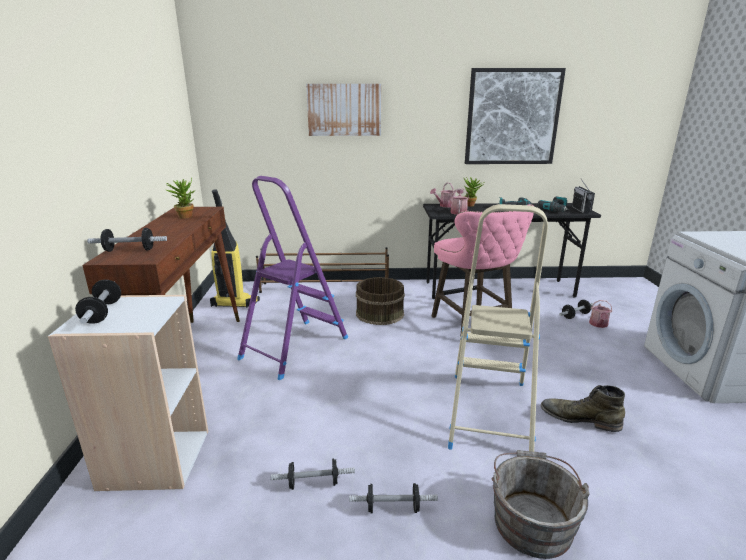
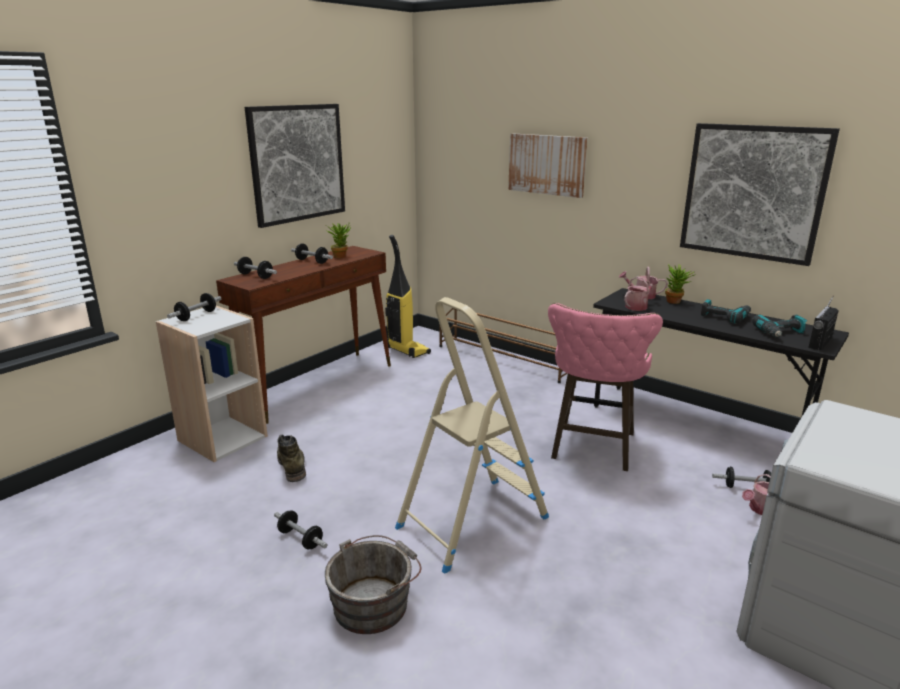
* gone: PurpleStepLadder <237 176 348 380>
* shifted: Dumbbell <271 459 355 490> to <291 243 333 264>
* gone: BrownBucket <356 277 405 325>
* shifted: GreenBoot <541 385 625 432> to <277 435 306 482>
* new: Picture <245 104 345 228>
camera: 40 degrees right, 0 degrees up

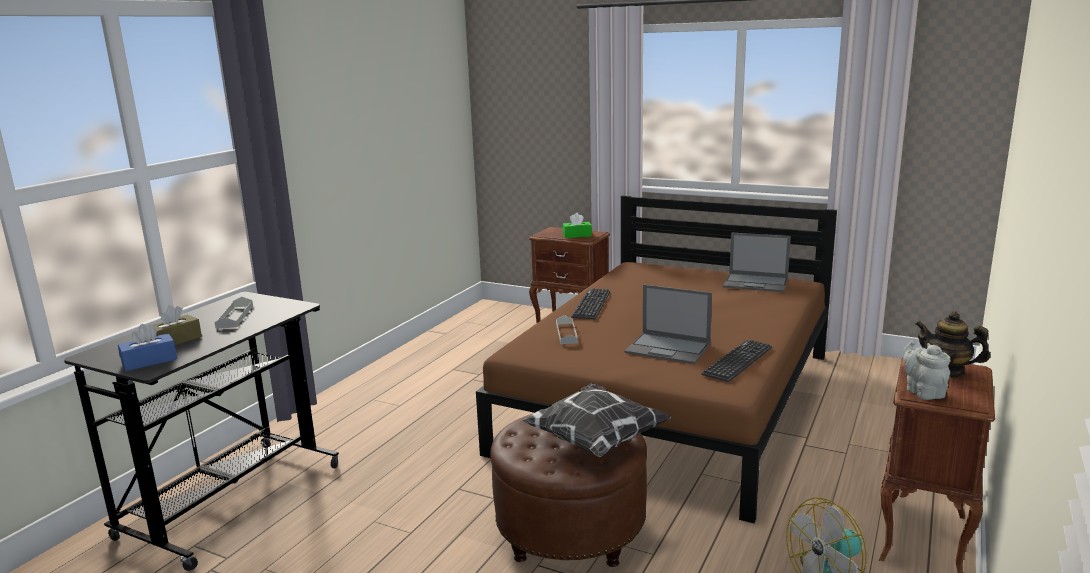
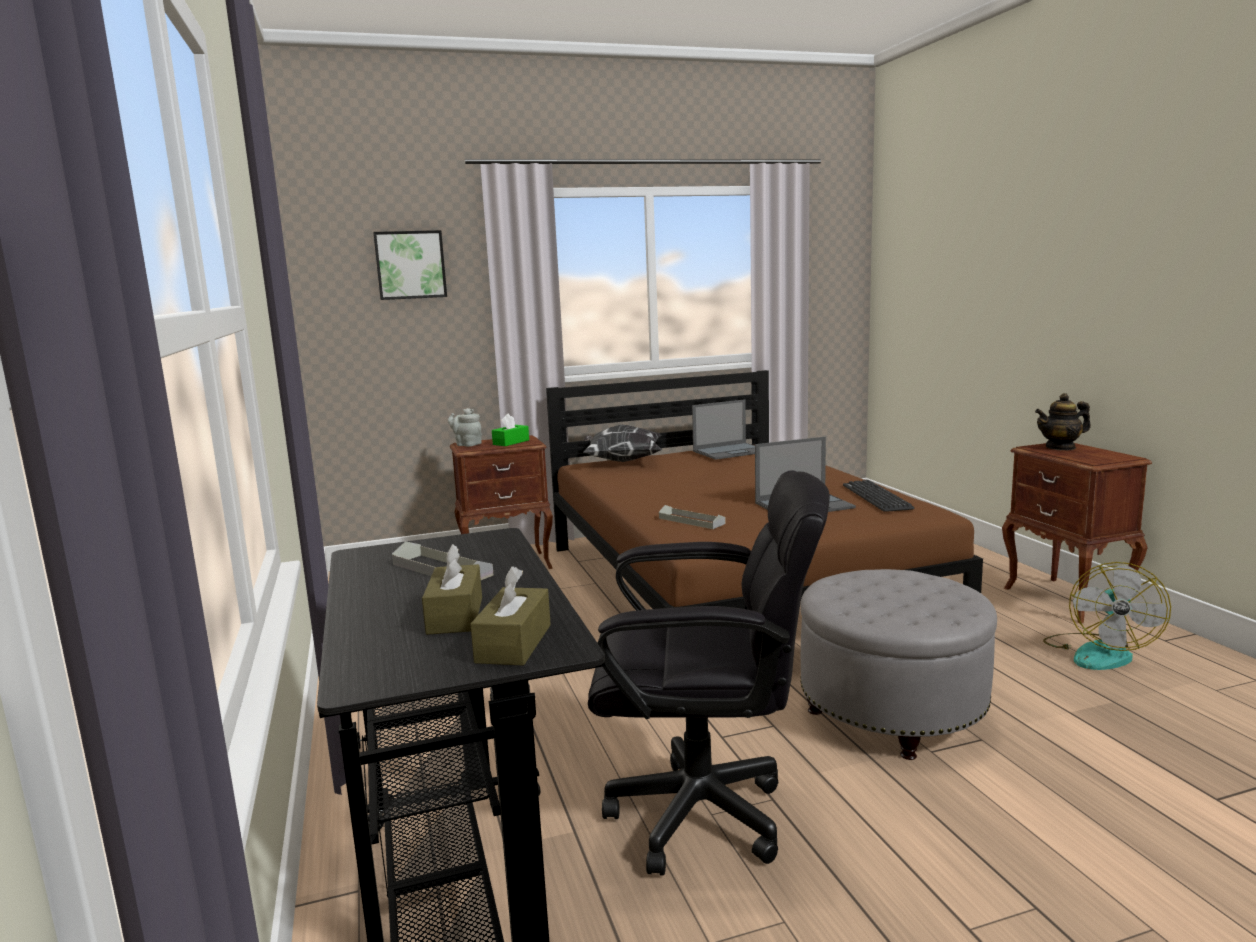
* repainted: BlueTissueBox <118 324 177 371> to BrownTissueBox <470 567 551 666>
* repainted: BrownOttoman <490 413 647 567> to GreyOttoman <800 569 997 760>
* shifted: Pillow <522 382 671 457> to <584 425 662 462>
* gone: Keyboard <571 288 610 319>
* shifted: GreyTeapot <903 340 950 400> to <448 408 482 447>
* new: Picture <373 230 447 300>
* new: BlackOfficeChair <588 470 830 875>
camera: 45 degrees left, 5 degrees down

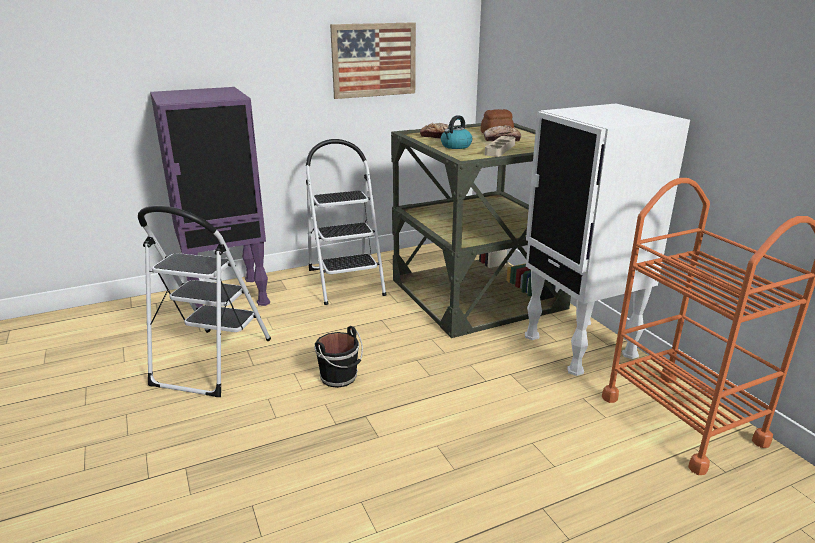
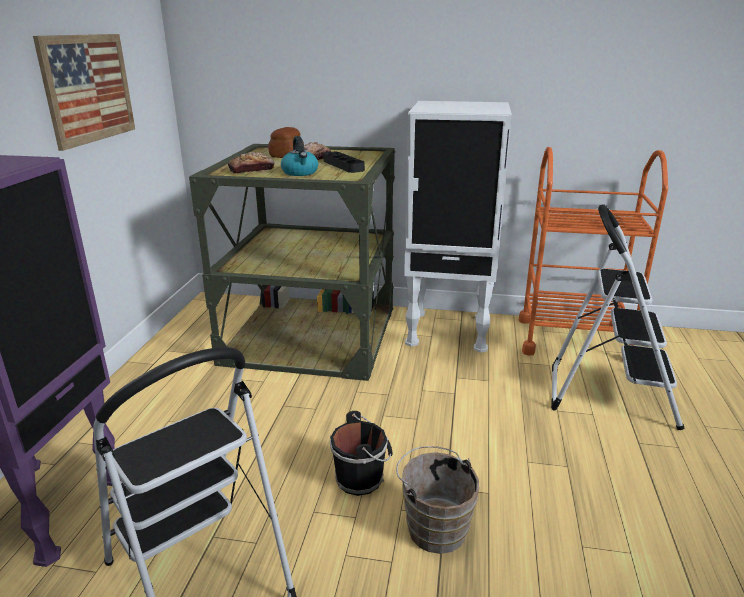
* shifted: StepLadder <306 139 387 305> to <551 204 684 430>
* repainted: BeigeTray <485 136 515 157> to BlackTray <323 152 365 173>
* new: BrownBucket <396 446 479 554>
camera: 55 degrees left, 0 degrees up

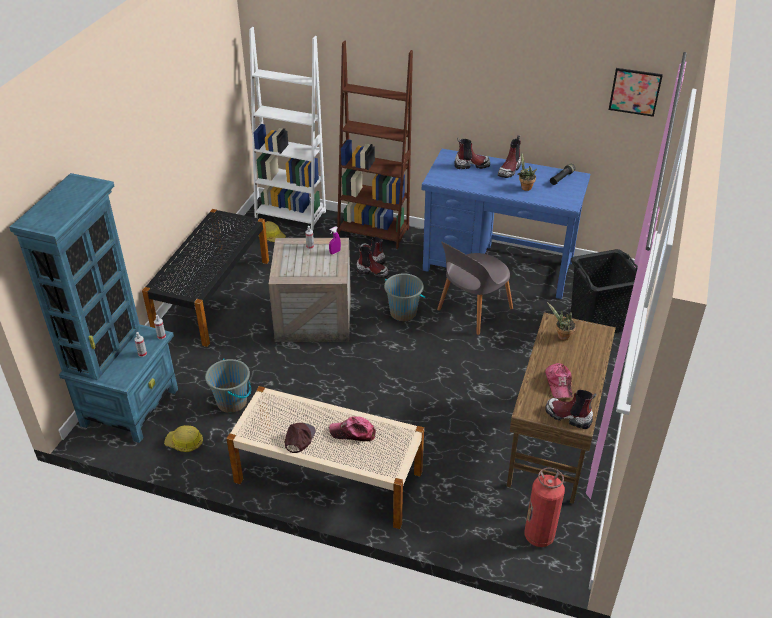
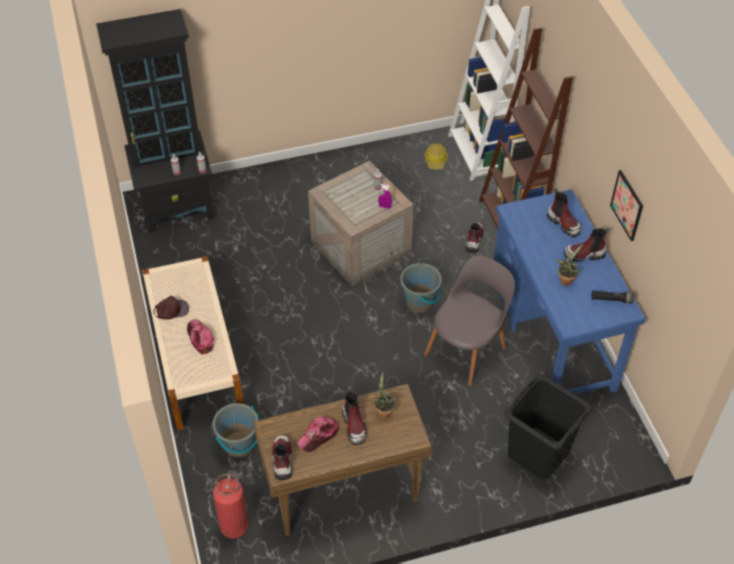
* repainted: BlueCabinet <9 173 178 443> to BlackCabinet <96 9 214 232>
* gone: BlackBench <142 209 269 347>
* gone: HardHat <164 425 203 452>
* shifted: GreyBucket <205 359 251 413> to <213 403 260 457>
* shifted: Boot <356 244 389 278> to <342 386 367 445>
* rotated: GreyChair <437 242 513 335> = <424 256 515 386> 120 degrees clockwise
* shifted: Picture <609 68 663 117> to <610 170 643 241>
camera: 55 degrees right, 10 degrees up

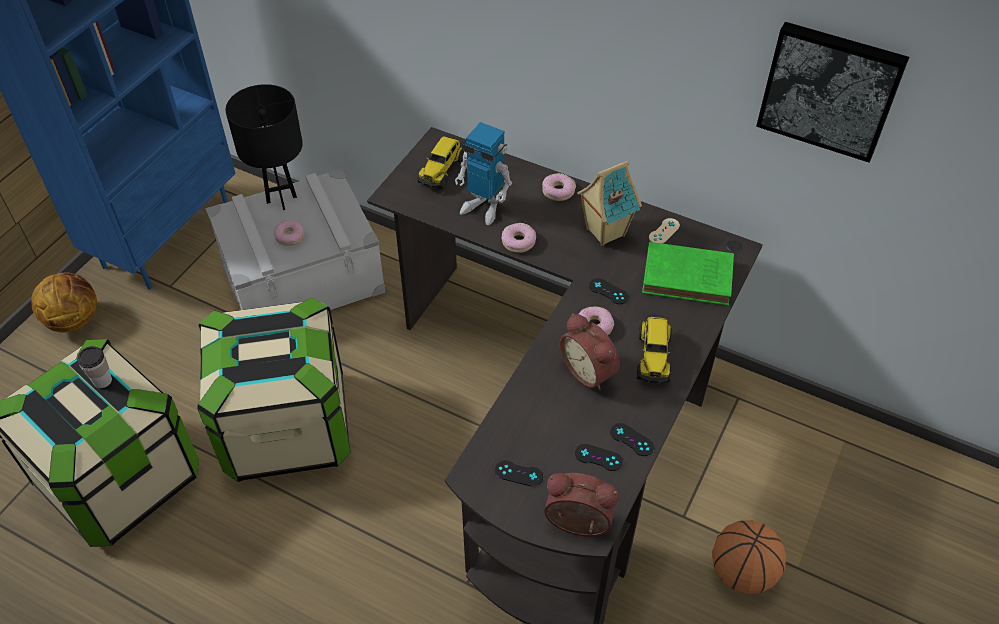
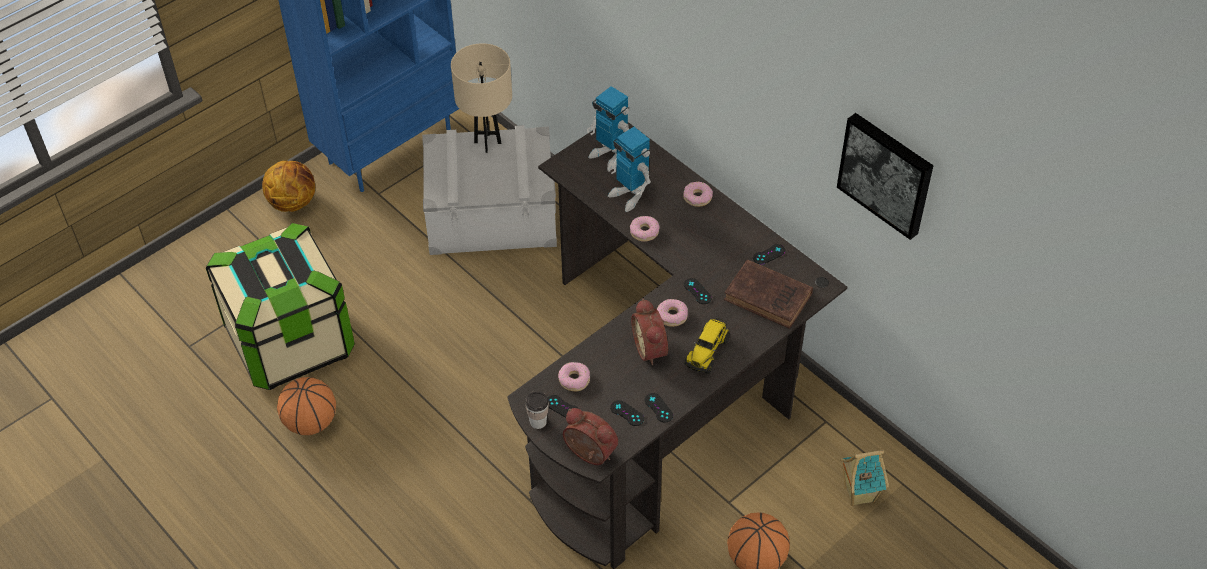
* shifted: Cup <77 346 112 388> to <525 391 549 429>
* gone: StorageBox <197 297 351 482>
* repainted: BlackTableLamp <225 84 303 210> to BeigeTableLamp <451 43 512 153>
* shifted: Donut <274 220 304 246> to <558 362 590 391>
* swapped: ToyTruck <417 136 464 190> to ToyRobot <587 86 630 171>
* shifted: ToyHouse <577 161 642 246> to <840 450 889 506>
* repainted: GreenBook <642 242 734 306> to BrownBook <724 260 813 329>
* repainted: BeigeGameController <649 218 680 244> to BlackGameController <753 244 785 264>
* new: Basketball <277 377 336 435>
camera: 20 degrees right, 0 degrees up

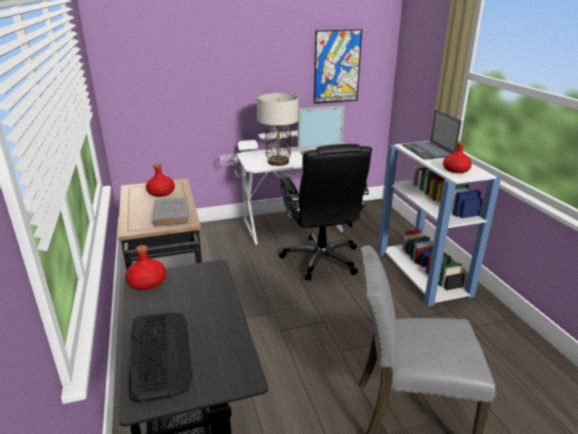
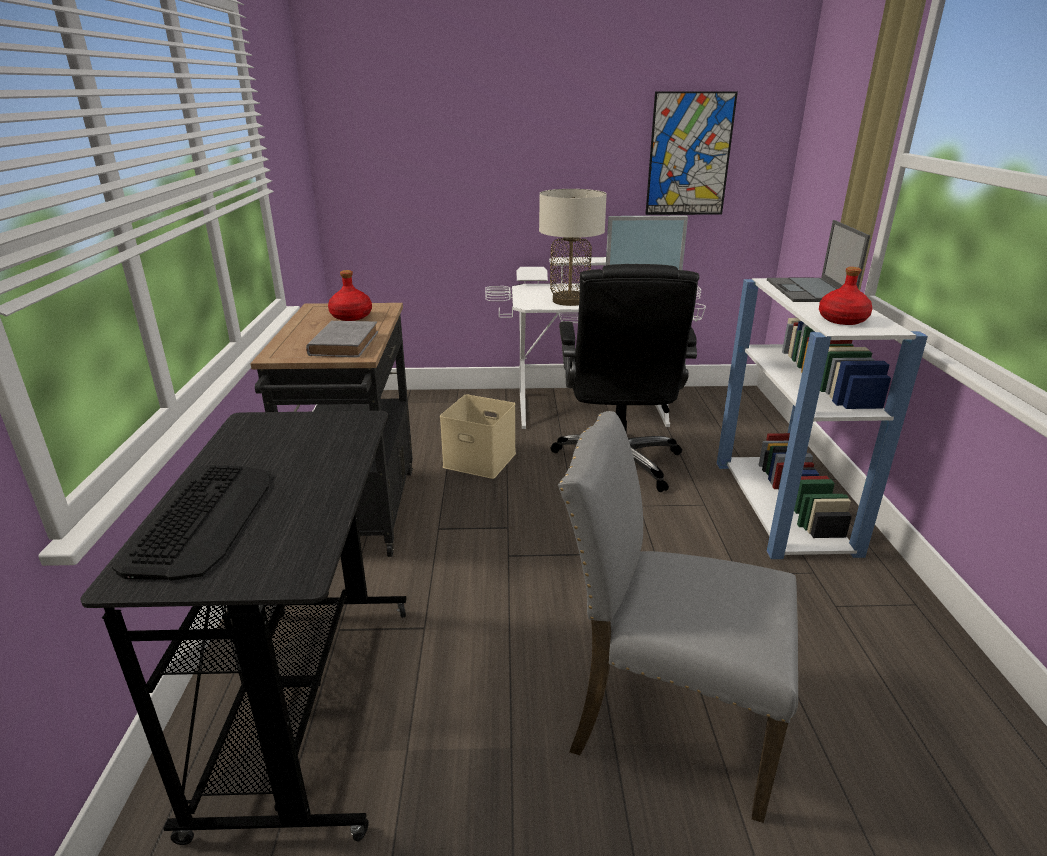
* gone: RedBottle <125 245 166 290>
* new: BeigeStorageBox <440 394 516 479>
camera: 15 degrees right, 0 degrees up

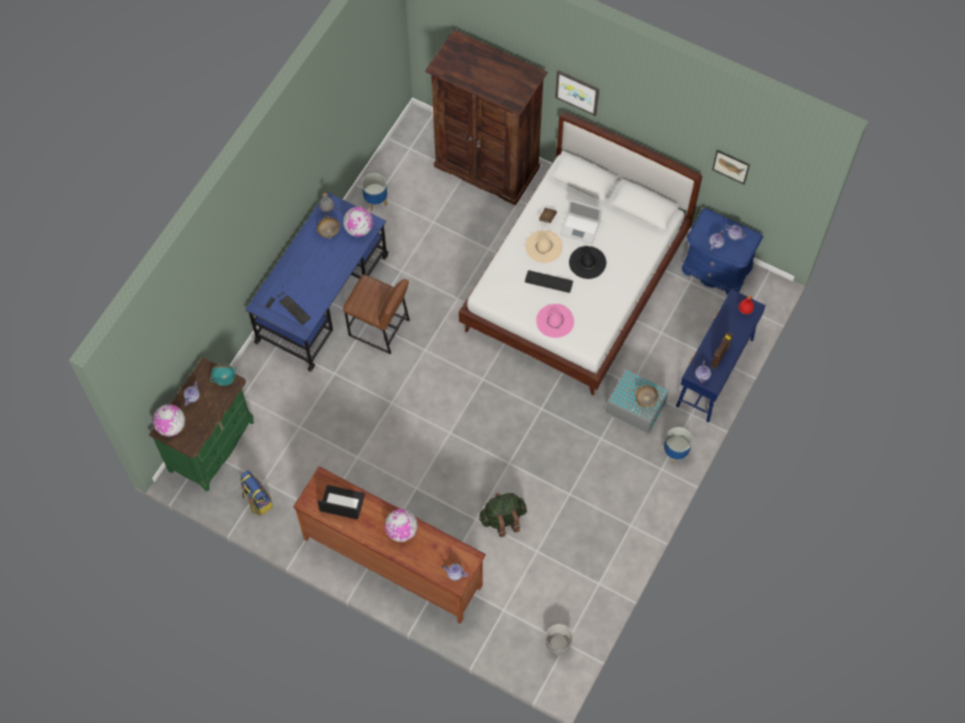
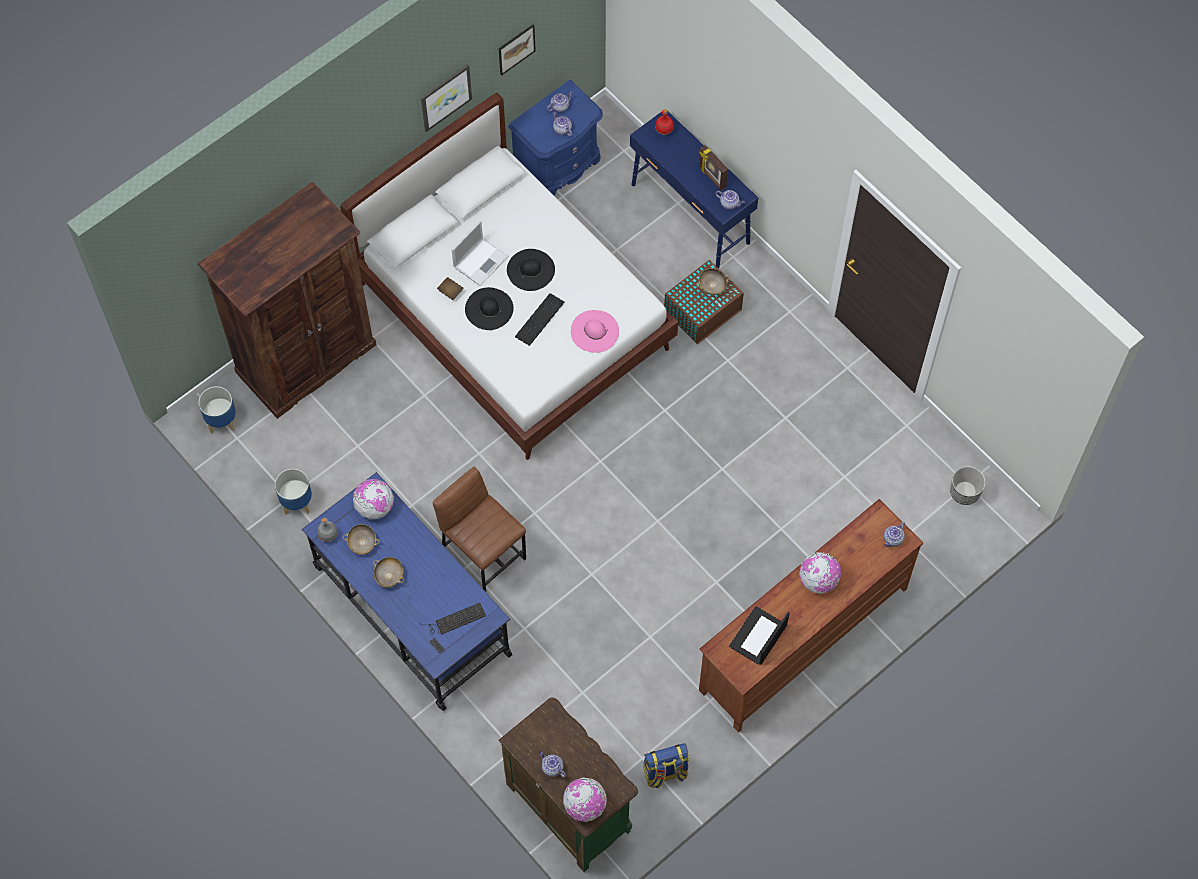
* gone: TurquoiseBowl <210 363 237 386>
* rotated: BrownChair <343 274 410 354> = <433 467 526 592> 90 degrees counterclockwise
* gone: GreenBackpack <479 493 527 537>
* repainted: BeigeHat <525 230 562 263> to BlackHat <465 287 513 330>
* shifted: Picture <555 70 599 116> to <421 64 472 132>
* repainted: GreyStorageBox <605 370 669 434> to BrownStorageBox <664 259 744 344>
* shifted: Planter <663 427 693 465> to <198 386 236 434>
* new: BeigeBowl <373 557 404 588>
camera: 70 degrees left, 0 degrees up

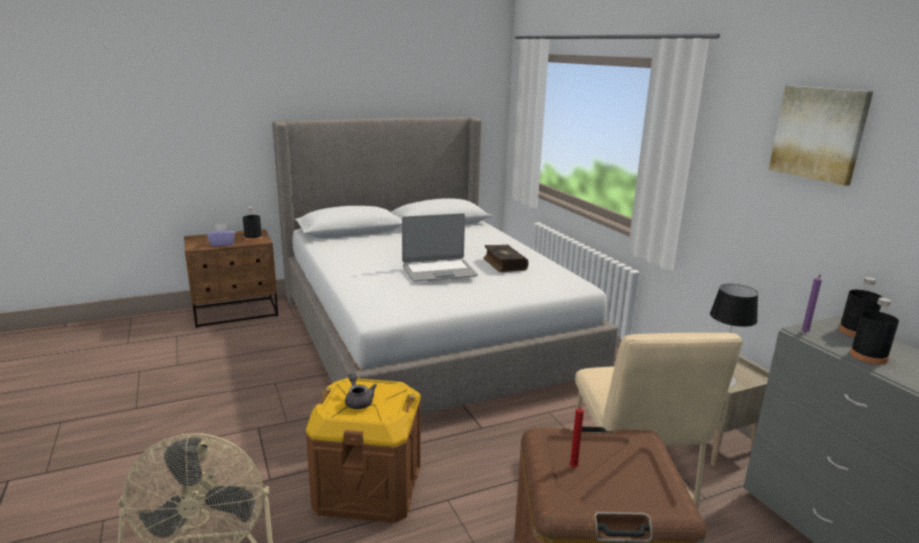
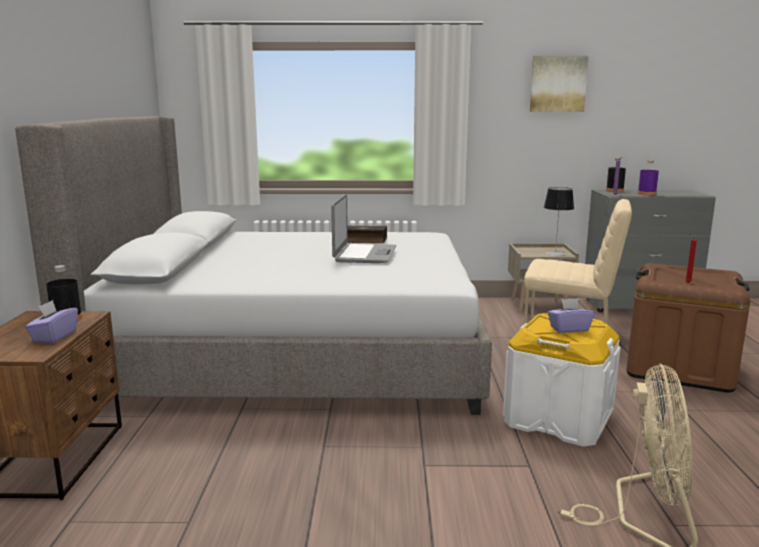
* repainted: BrownStorageBox <305 378 421 523> to WhiteStorageBox <503 313 621 447>
* swapped: GreyTeapot <345 373 377 409> to PurpleTissueBox <548 298 594 333>
* repainted: BlackBottle <850 298 899 365> to PurpleBottle <638 160 659 196>
camera: 65 degrees left, 5 degrees down

